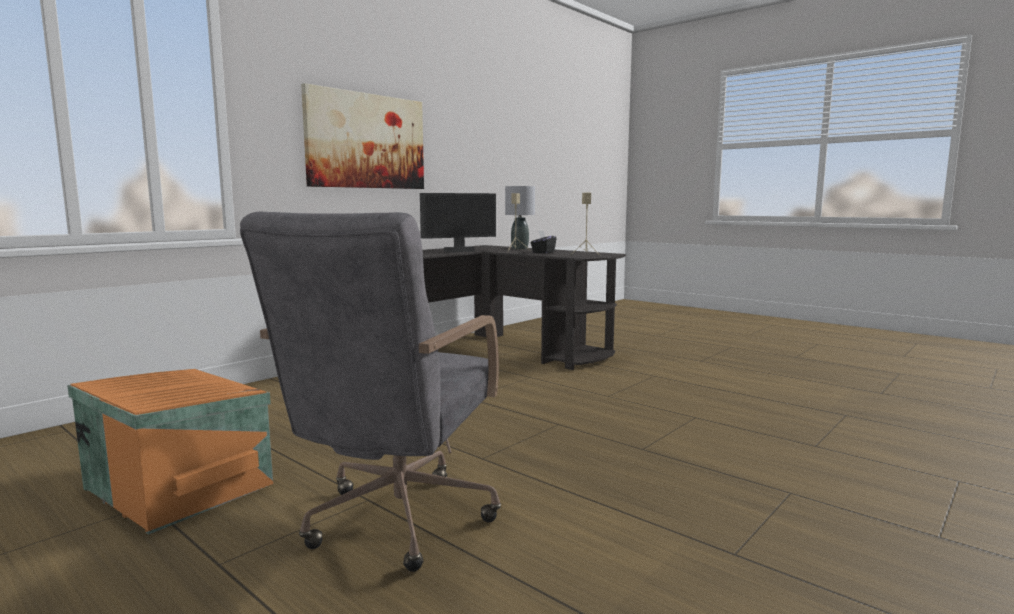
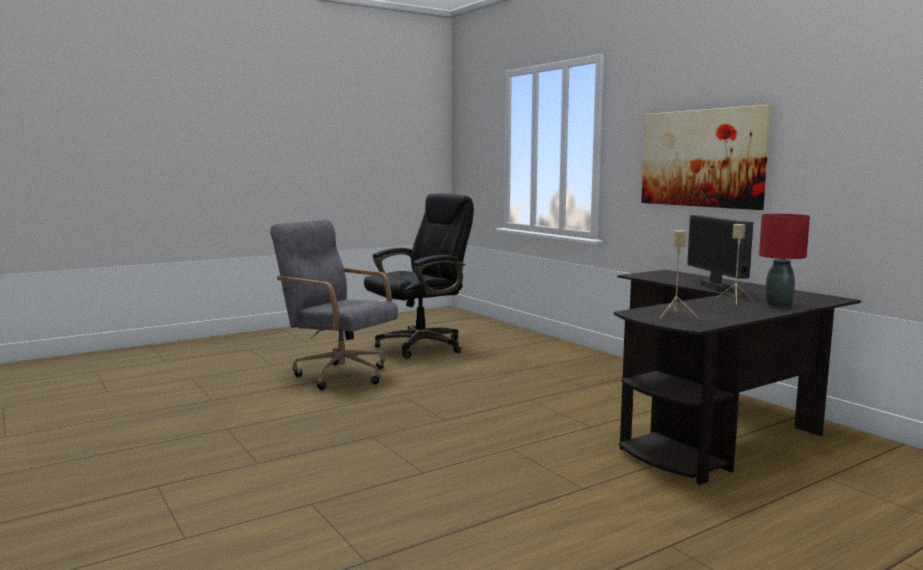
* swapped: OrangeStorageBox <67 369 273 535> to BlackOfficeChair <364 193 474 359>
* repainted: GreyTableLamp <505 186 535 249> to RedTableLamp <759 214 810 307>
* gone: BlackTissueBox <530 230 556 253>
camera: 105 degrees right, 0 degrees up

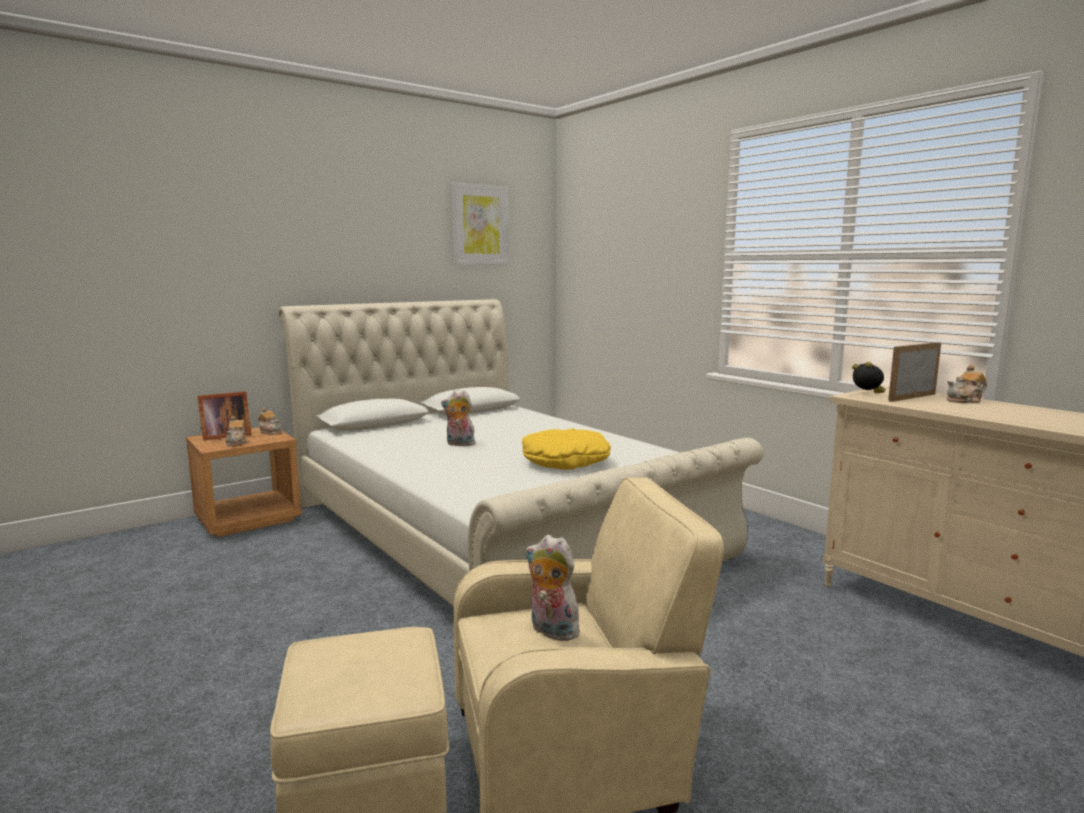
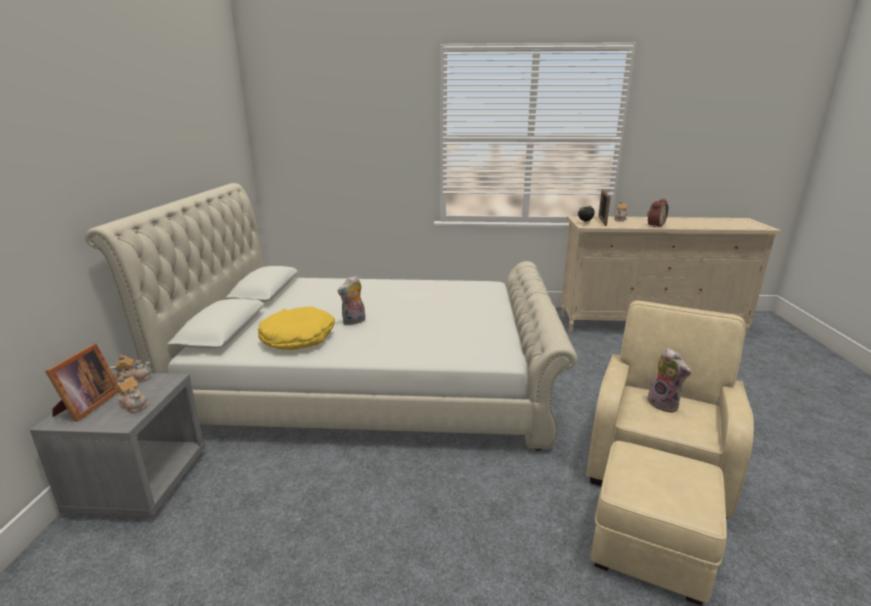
* repainted: BrownNightstand <186 427 302 537> to GreyNightstand <30 372 205 517>
* gone: Picture <451 182 509 265>
* shifted: YellowPillow <522 428 611 470> to <258 306 335 350>
* rotated: PlushToy <525 535 584 641> = <647 348 691 412> 105 degrees counterclockwise
* new: AlarmClock <647 199 668 228>
camera: 50 degrees left, 10 degrees up

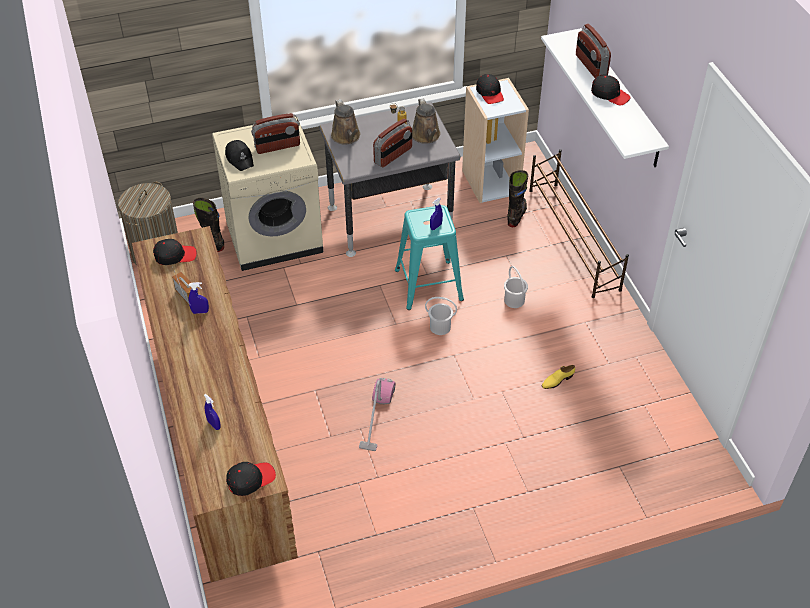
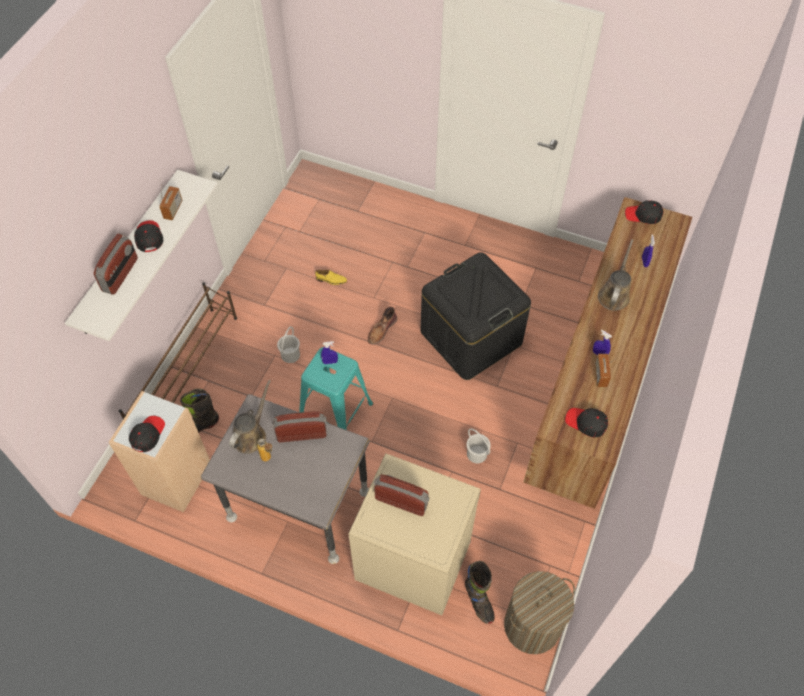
* gone: BlackCap <225 140 254 171>
* shifted: BrownWateringCan <331 99 360 144> to <598 239 633 311>
* swapped: VacuumCleaner <359 378 396 451> to BlackStorageBox <421 252 531 380>
* shifted: WhiteBucket <425 297 457 335> to <466 428 491 463>
* new: Radio <159 178 182 220>
* new: BrownBoot <368 307 397 345>
camera: 140 degrees left, 10 degrees up

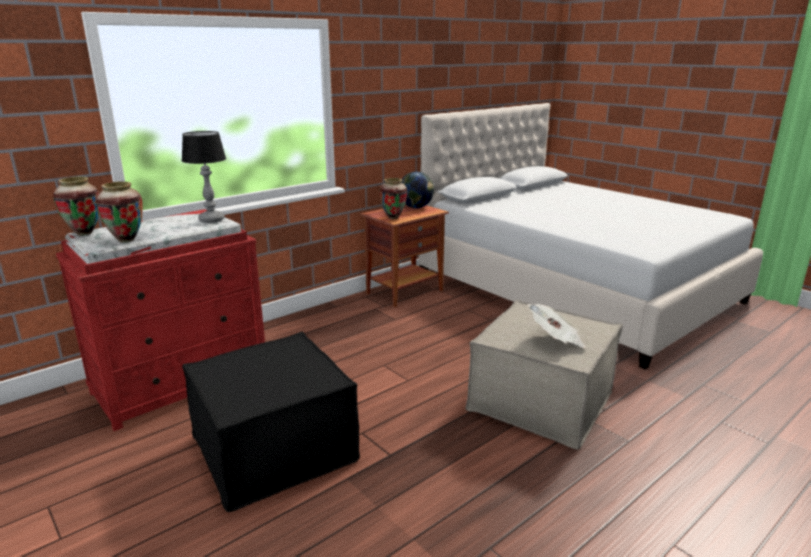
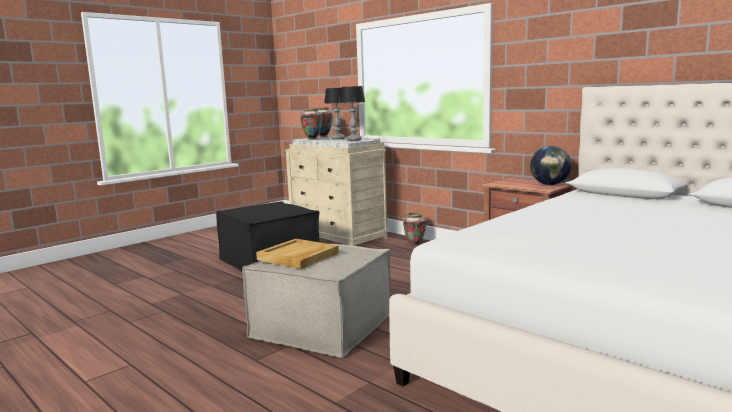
* repainted: RedDresser <56 209 265 431> to BeigeDresser <285 136 388 246>
* shifted: Vase <379 178 407 219> to <403 213 426 246>
* swapped: Newspaper <528 304 585 348> to BeigeTray <256 239 339 269>
* new: TableLamp <324 88 345 139>
camera: 85 degrees right, 10 degrees down

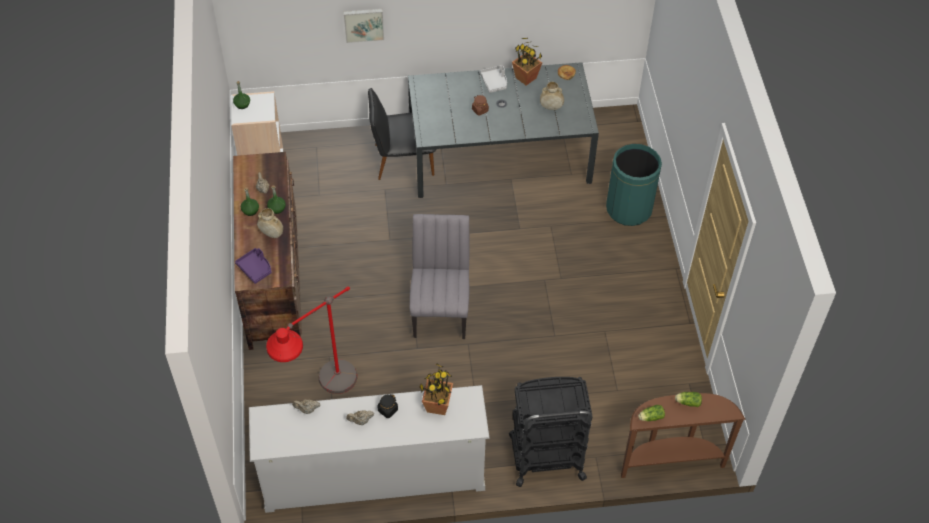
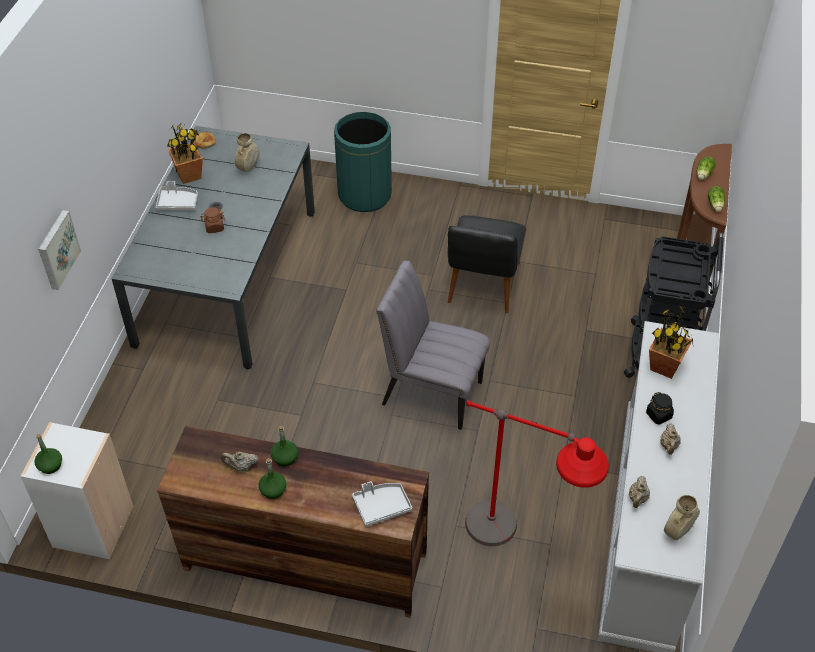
* repainted: PurpleTray <235 248 272 284> to GreyTray <352 481 412 527>
* shifted: BeigeVase <257 208 283 238> to <664 495 700 540>
* shifted: BlackChair <368 88 436 180> to <448 215 526 313>
camera: 70 degrees left, 5 degrees down

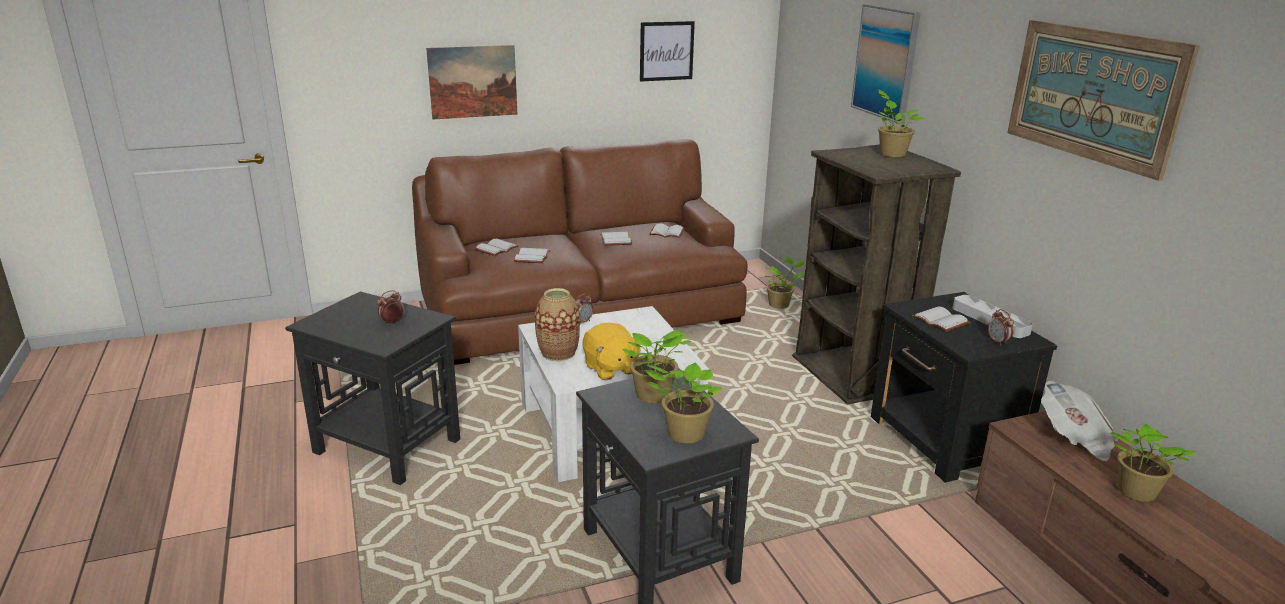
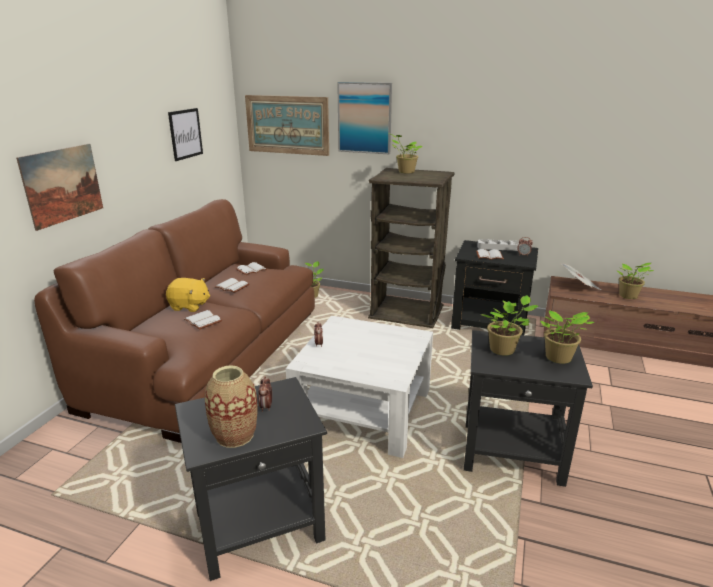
* gone: WhiteBook <474 239 519 256>
* shifted: Vase <535 288 580 361> to <204 365 258 448>
* shifted: YellowPlushToy <582 323 641 380> to <166 278 210 312>
* shifted: Picture <1007 20 1200 181> to <245 95 329 156>
camera: 50 degrees left, 0 degrees up

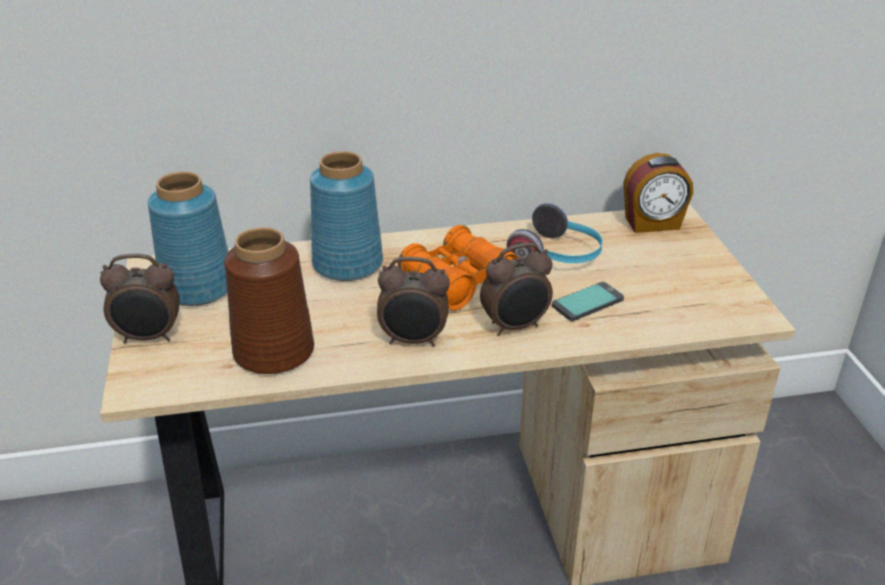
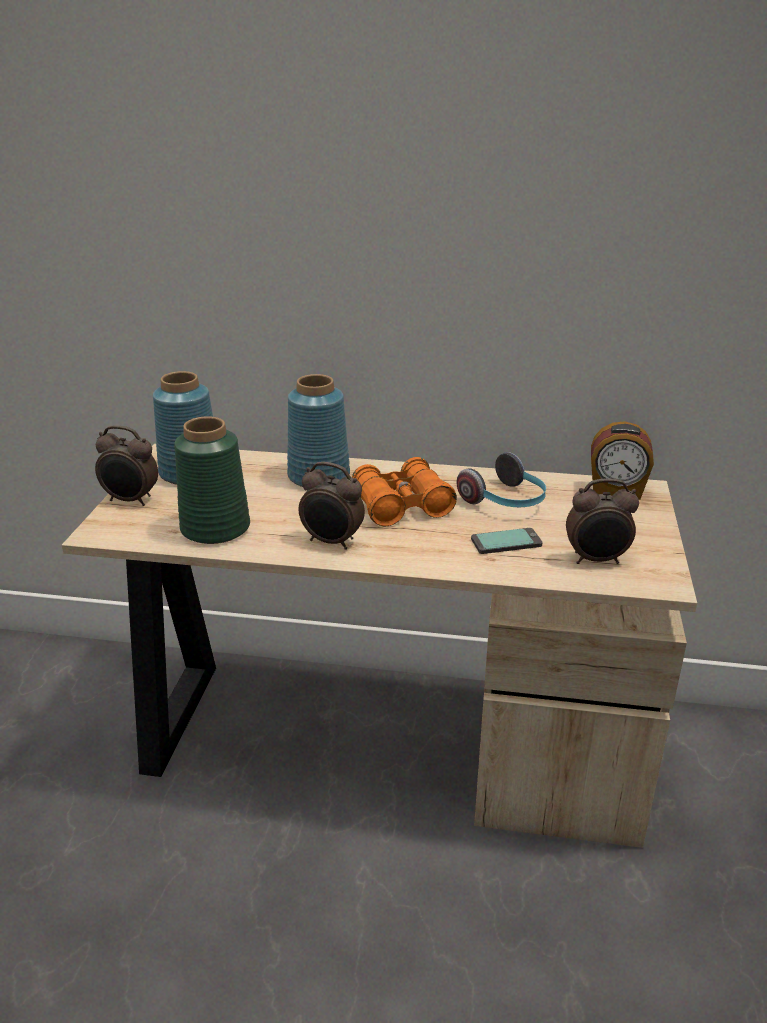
* repainted: BrownVase <224 227 314 374> to GreenVase <174 416 250 544>
* shifted: AlarmClock <480 243 553 336> to <566 478 639 564>
camera: 20 degrees right, 5 degrees down

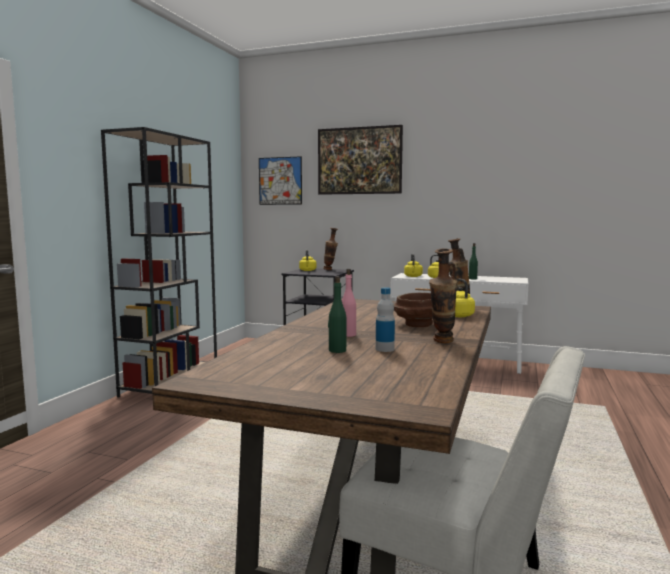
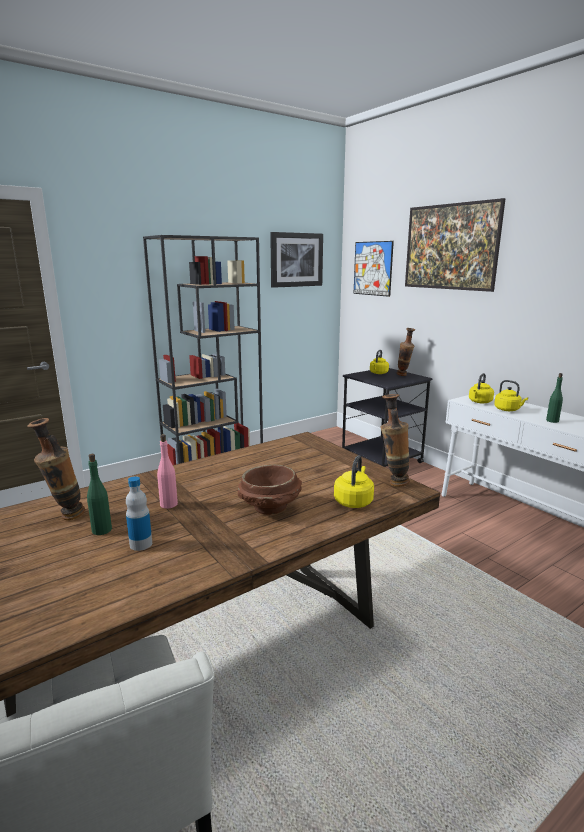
* shifted: Vase <429 248 458 343> to <27 418 85 520>
* new: Picture <270 232 323 288>
camera: 35 degrees right, 10 degrees up

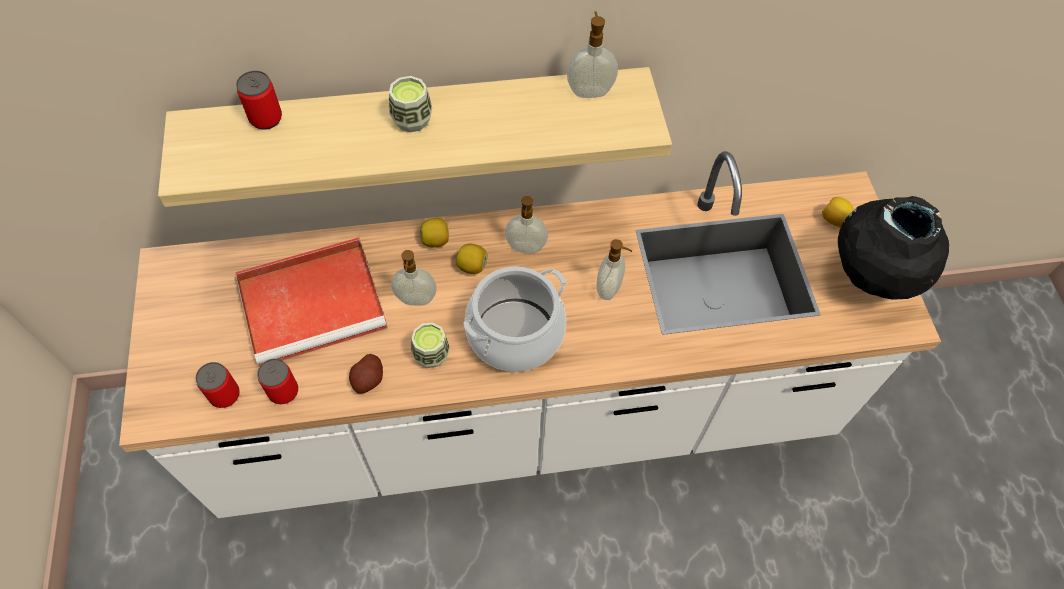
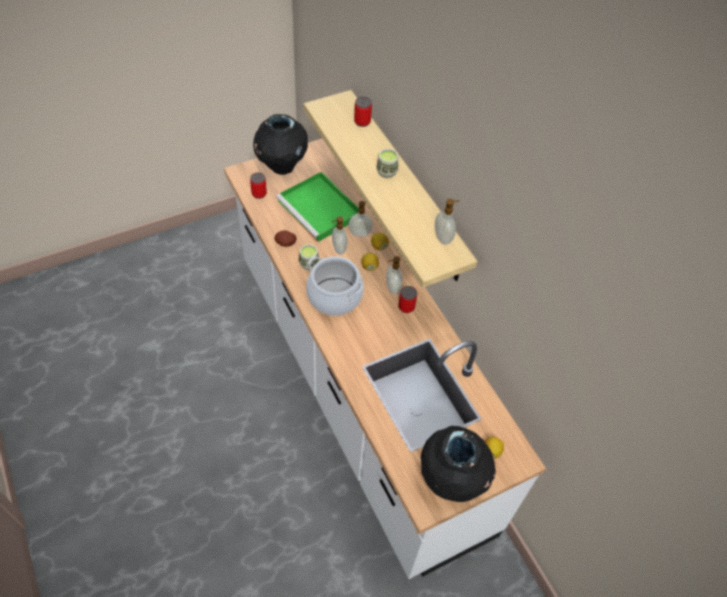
* repainted: RedTray <235 238 388 367> to GreenTray <276 172 359 242>
* shifted: Can <257 359 298 404> to <398 286 417 313>
* shifted: SoapDispenser <597 239 632 300> to <348 201 373 236>
* new: BlackVase <253 114 308 175>
camera: 70 degrees right, 5 degrees down

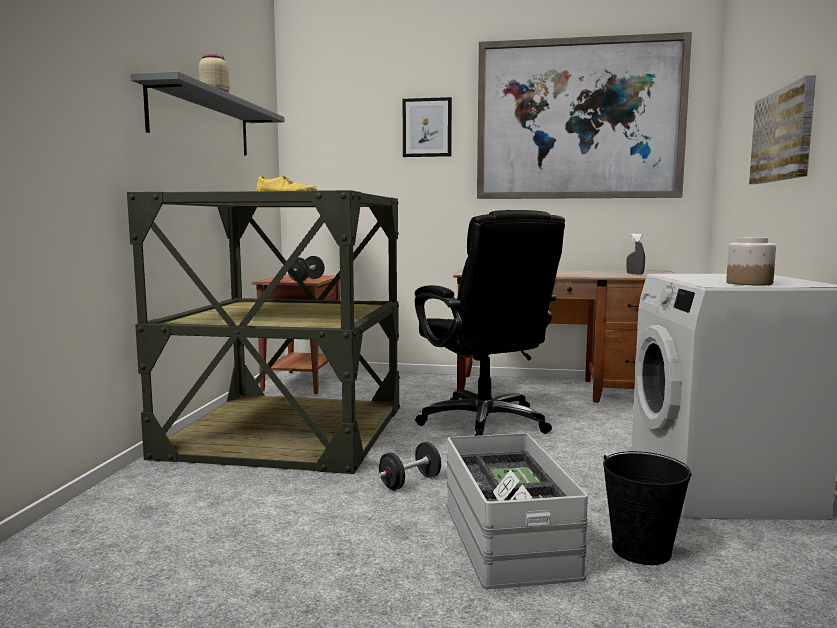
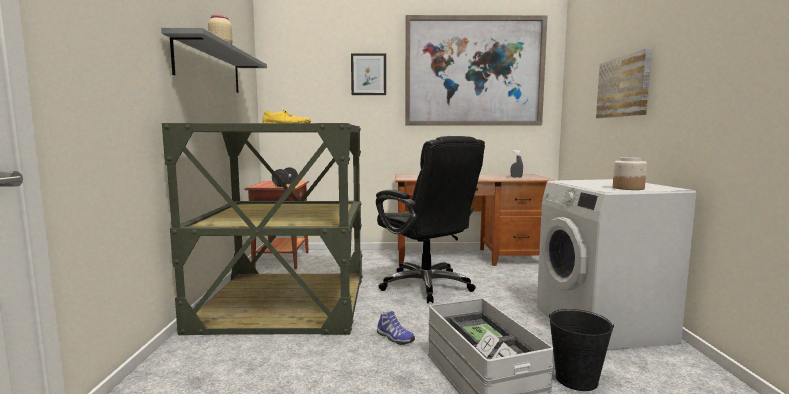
* swapped: BlackDumbbell <379 442 441 490> to Shoe <377 311 415 345>
camera: 10 degrees left, 0 degrees up

